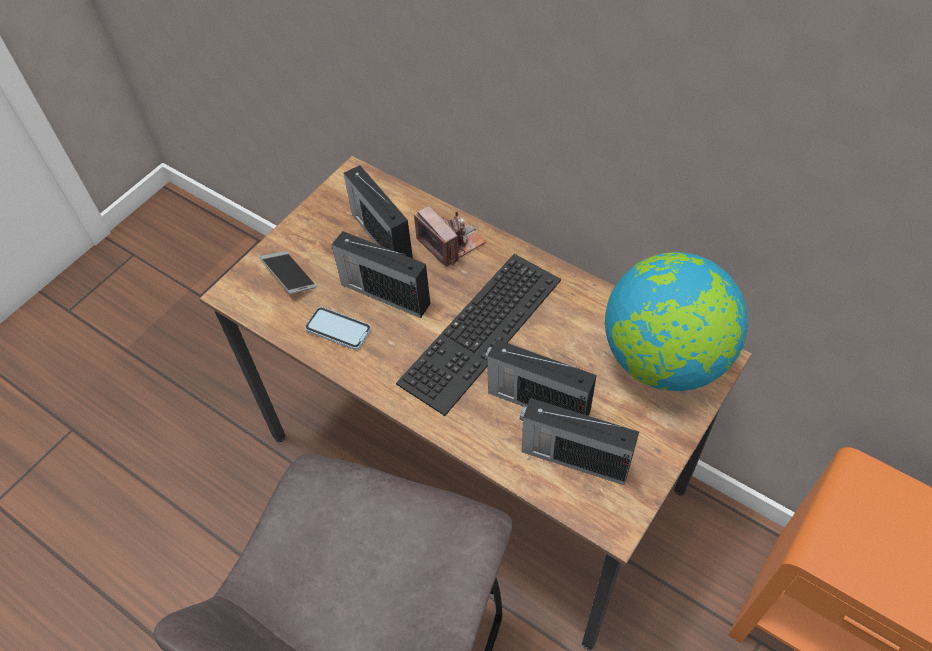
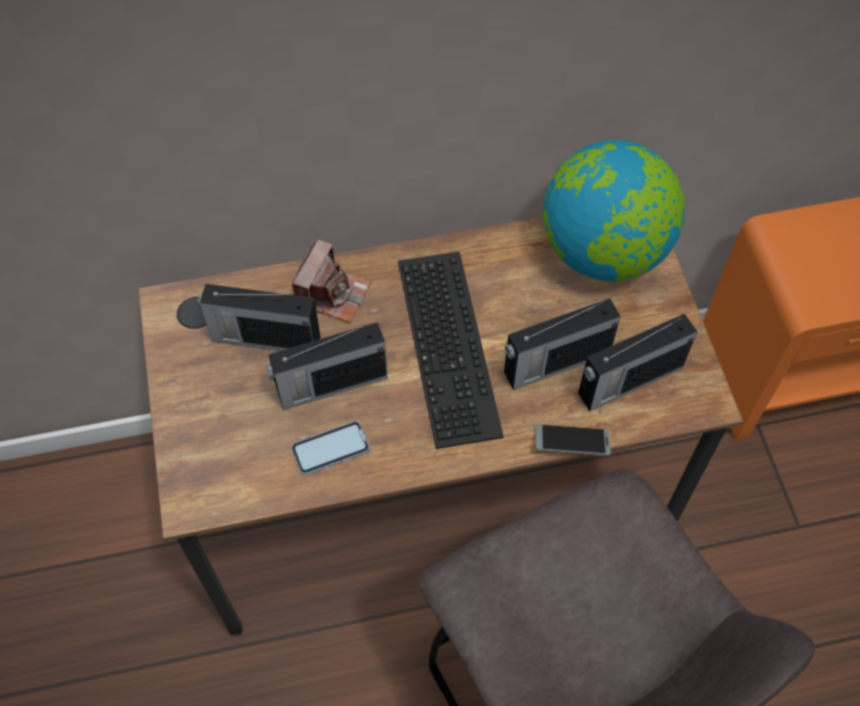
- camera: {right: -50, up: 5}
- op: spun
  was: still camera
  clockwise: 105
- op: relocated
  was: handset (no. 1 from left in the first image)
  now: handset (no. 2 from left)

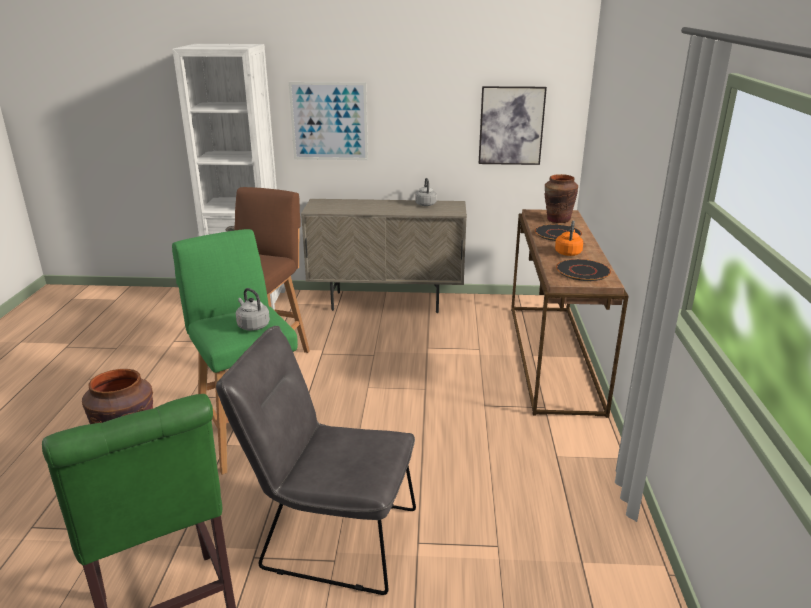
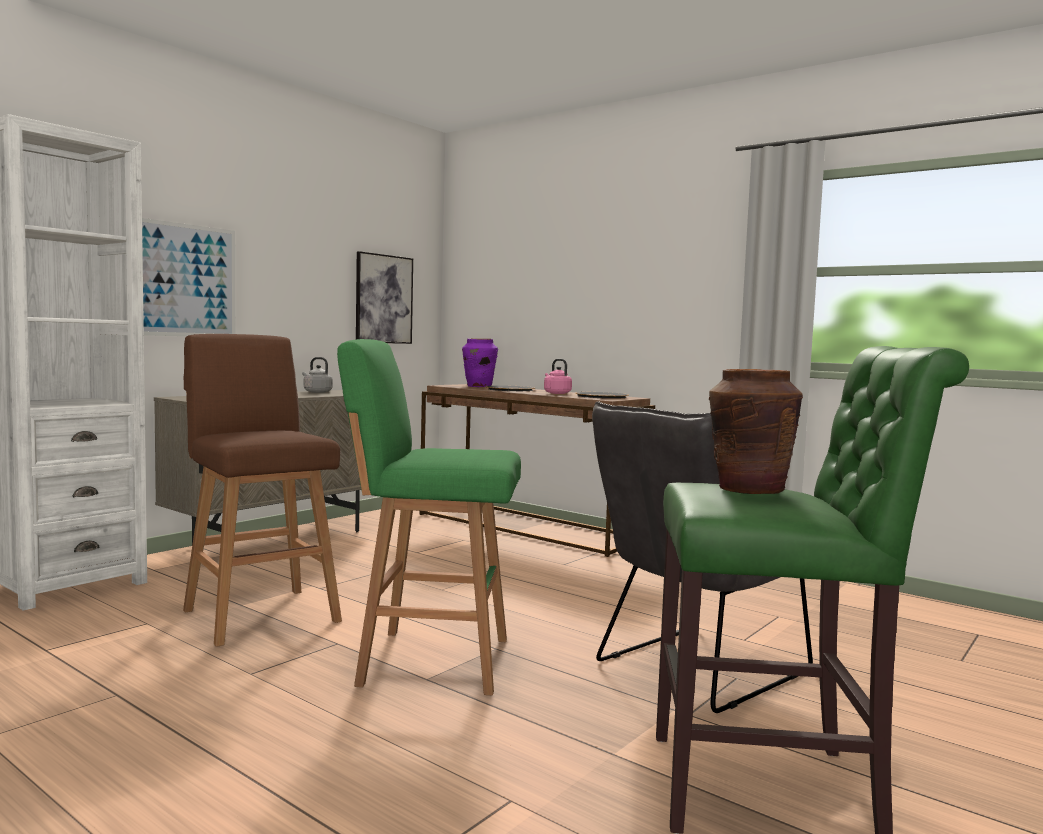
- camera: {right: -55, up: -20}
- op: colour
  was: flower vase in brown (no. 2 from left)
  now: flower vase in purple
- op: colour
  was: kettle in orangey
  now: kettle in pink
- op: missing
  was: kettle in greyish (no. 1 from left)

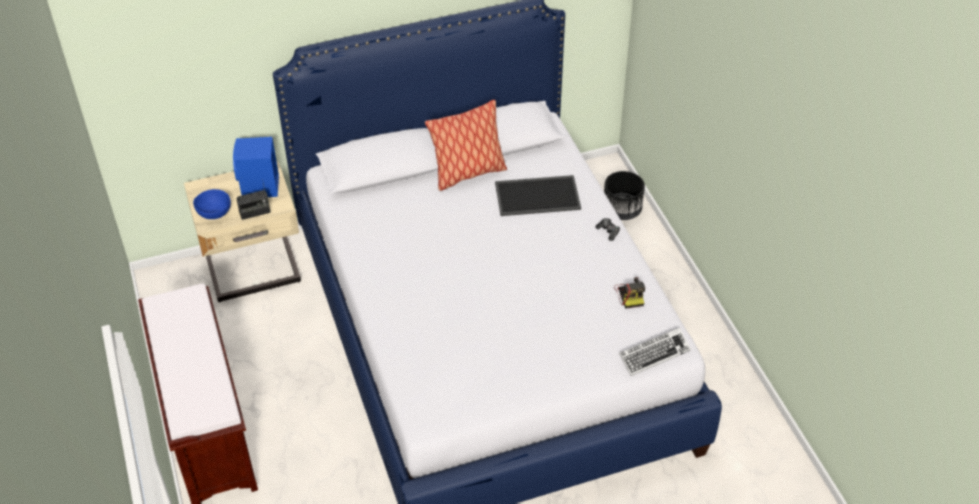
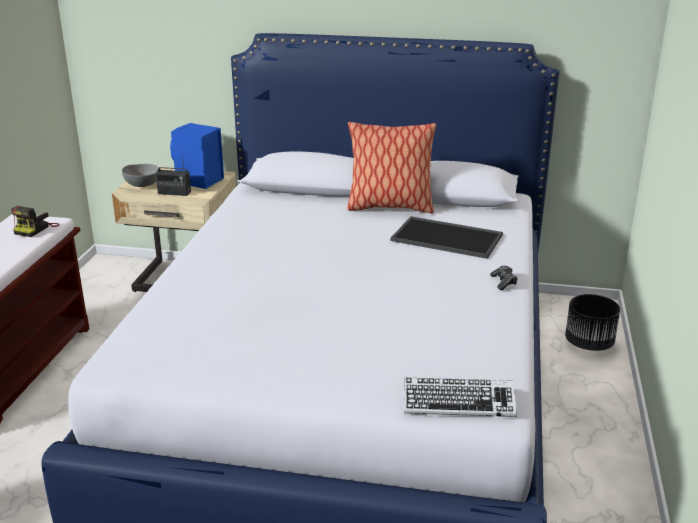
- camera: {right: 30, up: -20}
- op: colour
  was: deep dish in bluish
  now: deep dish in greyish
- op: relocated
  was: still camera

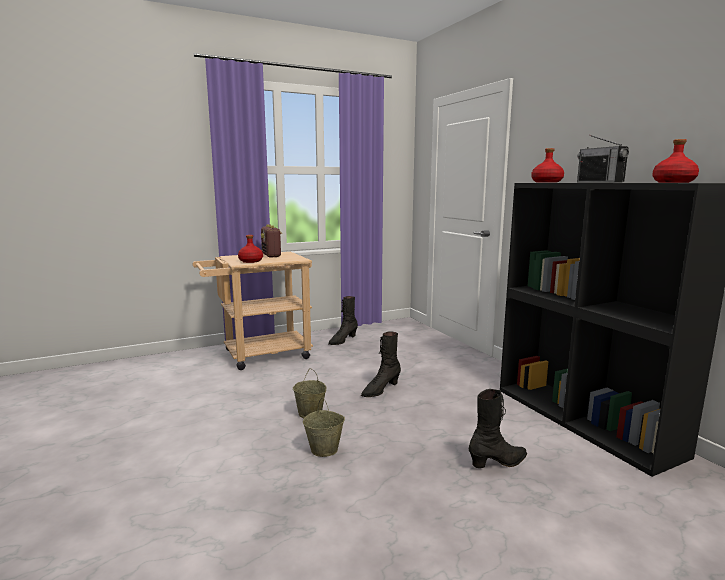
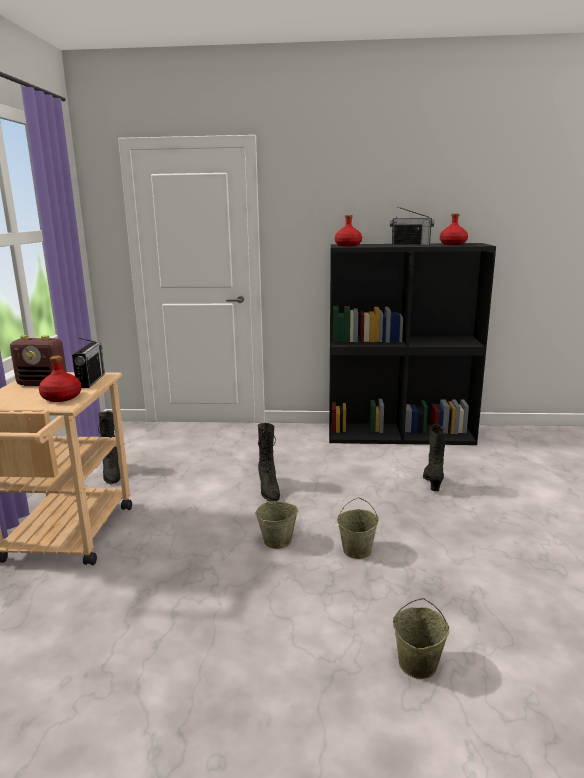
- camera: {right: -60, up: 5}
- op: appeared
  now: radio receiver (no. 2 from left)
- op: appeared
  now: pail in beige-coloured (no. 3 from left)

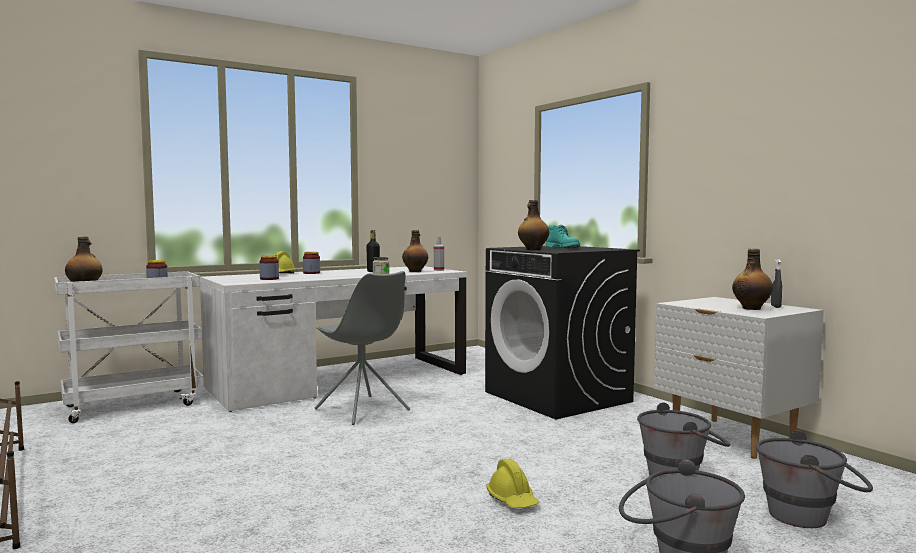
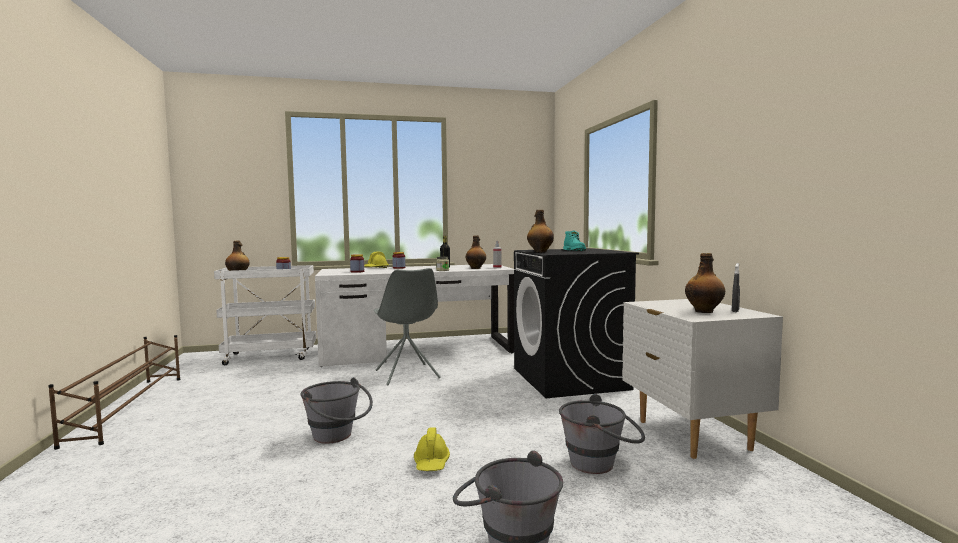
- camera: {right: 20, up: 0}
- op: relocated
  was: pail in greyish (no. 3 from left in the first image)
  now: pail in greyish (no. 1 from left)

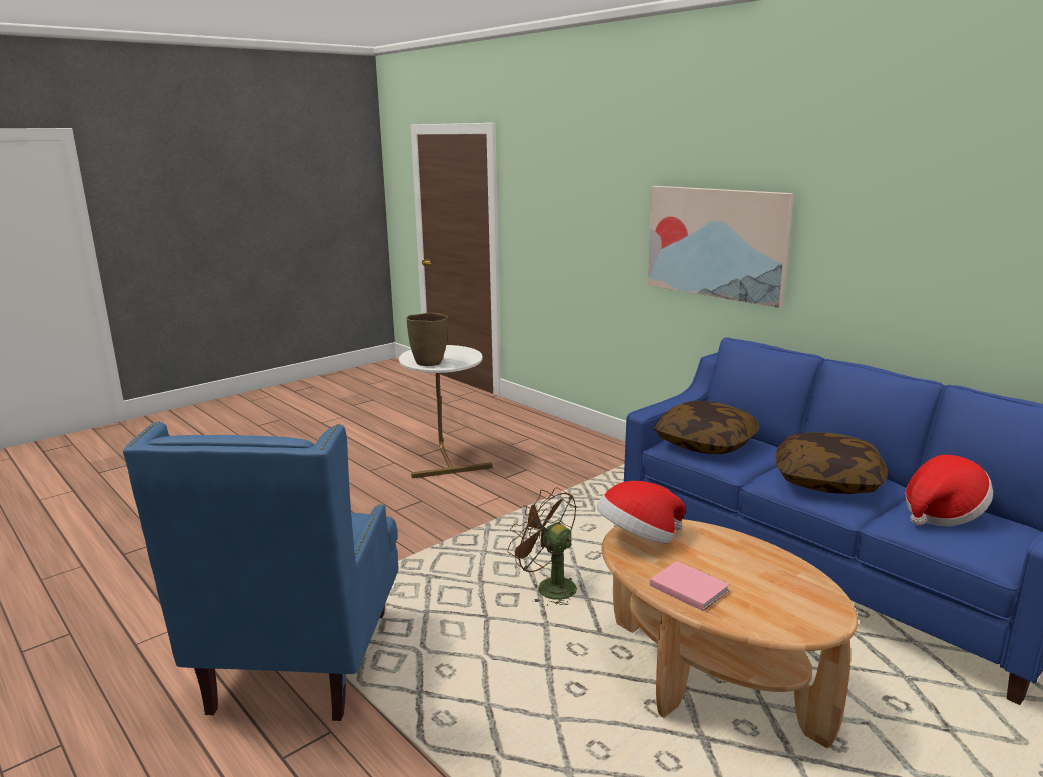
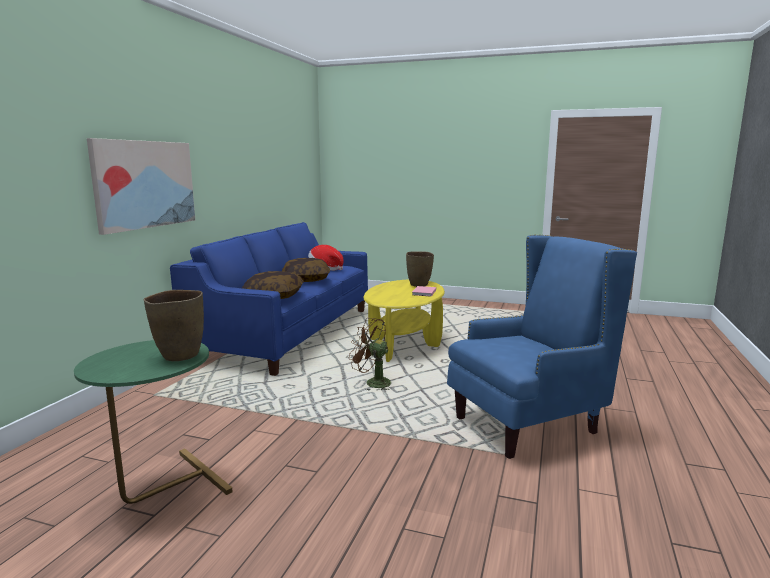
- camera: {right: -120, up: -5}
- op: colour
  was: accent table in white
  now: accent table in green-coloured
- op: missing
  was: hat (no. 1 from left)
- op: spun
  was: fan in brown
  clockwise: 105
- op: colour
  was: coffee table in brown
  now: coffee table in yellowish
- op: appeared
  now: flower vase in brown (no. 2 from left)

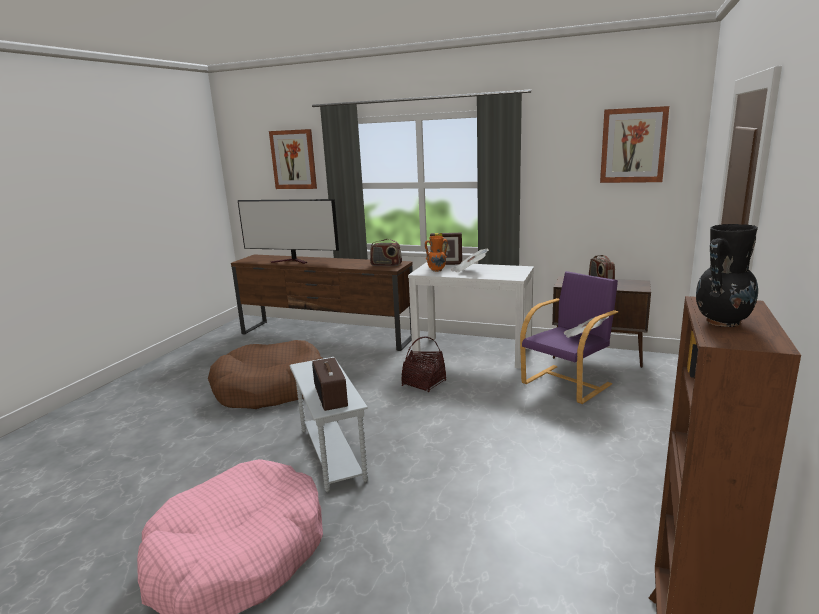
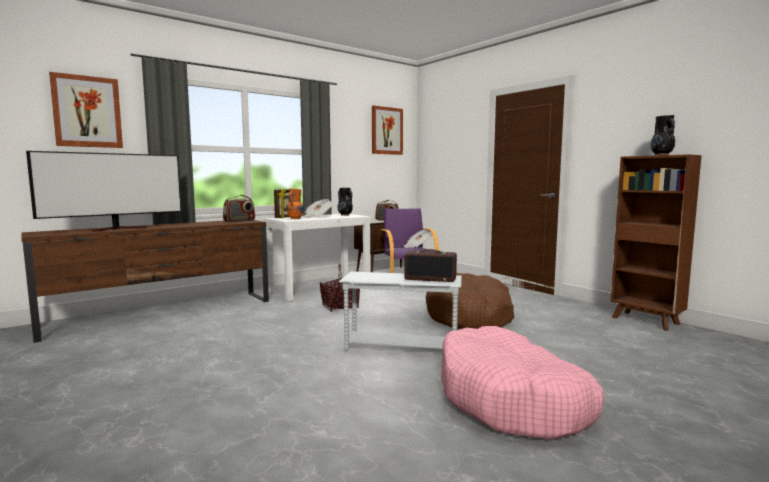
- camera: {right: -60, up: -10}
- op: relocated
  was: pet bed in brown
- op: appeared
  now: flower vase in black (no. 1 from left)

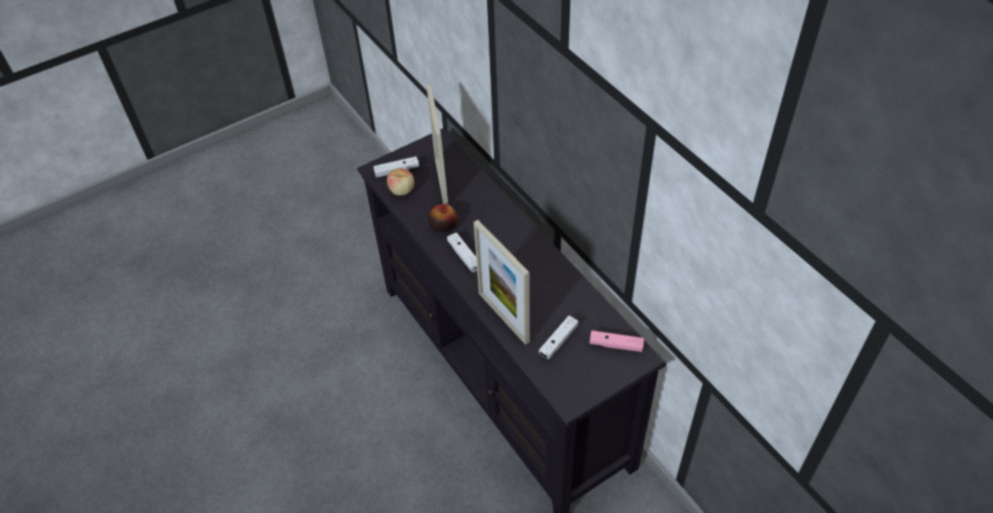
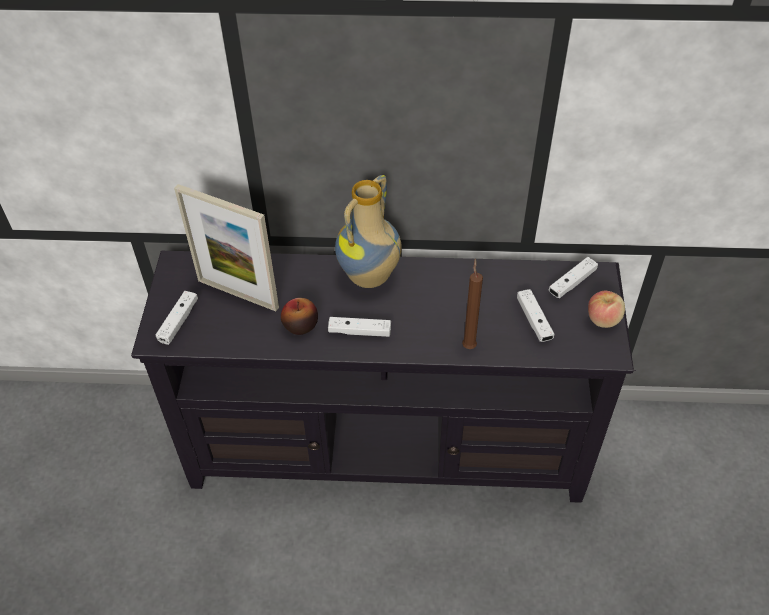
- camera: {right: -55, up: 0}
- op: relocated
  was: apple (no. 1 from left in the first image)
  now: apple (no. 2 from left)
- op: exchanged
  was: picture frame (no. 2 from left)
  now: wax light in brown
- op: colour
  was: joypad in pink
  now: joypad in white (no. 4 from left)
- op: appeared
  now: flower vase

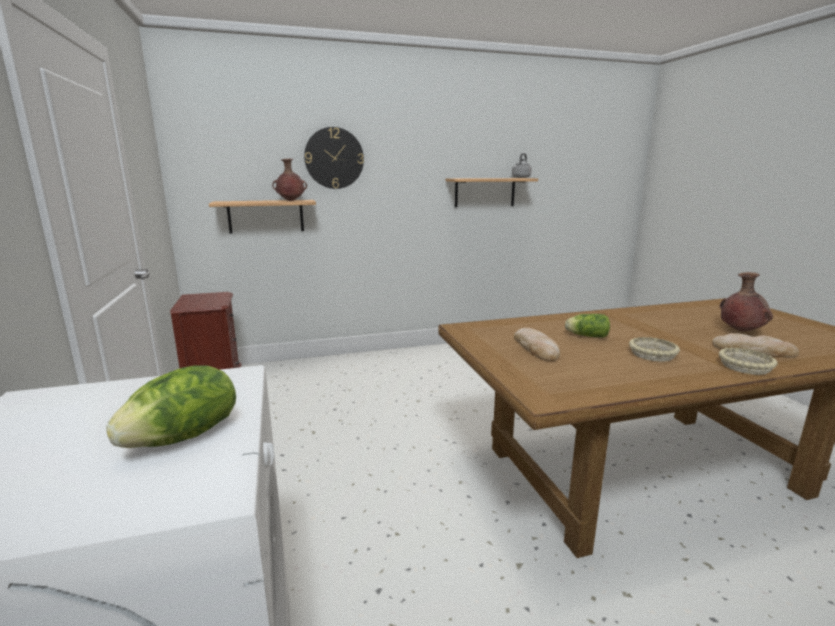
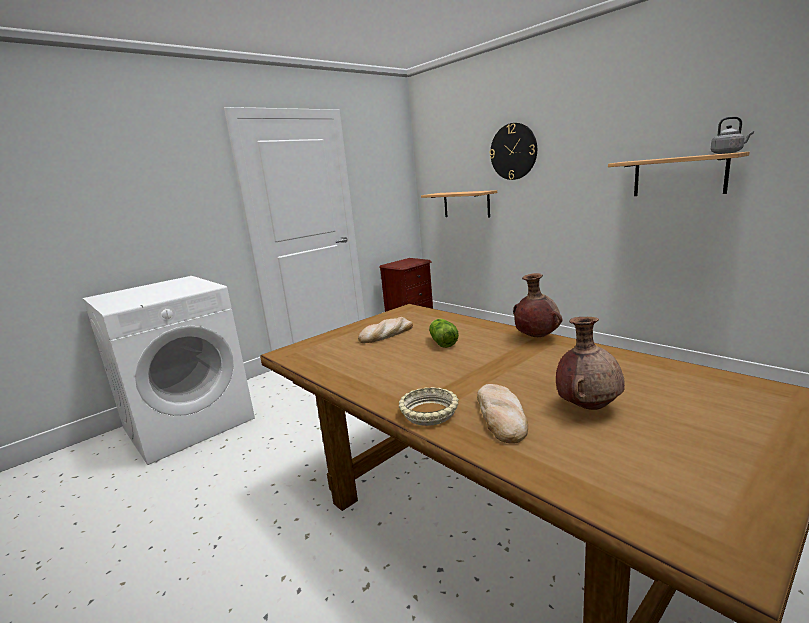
- camera: {right: 65, up: 0}
- op: relocated
  was: flower vase in brown (no. 1 from left)
- op: missing
  was: deep dish in beige-coloured (no. 1 from left)
- op: missing
  was: lettuce (no. 1 from left)

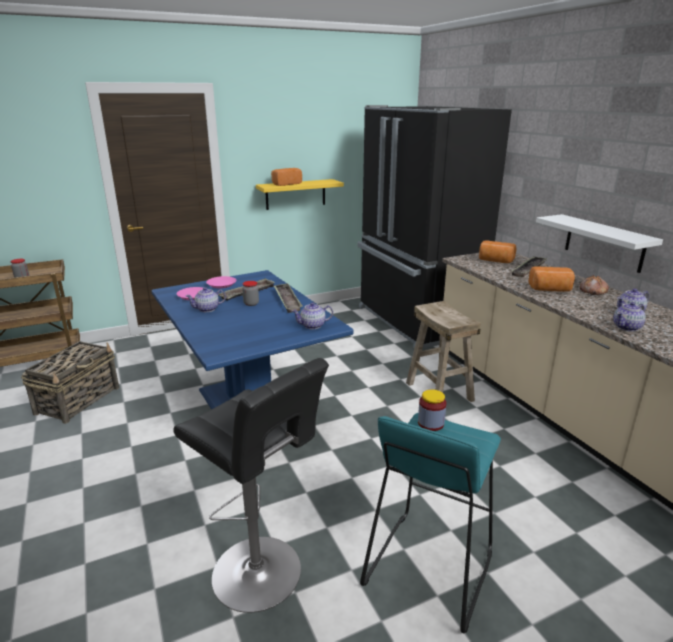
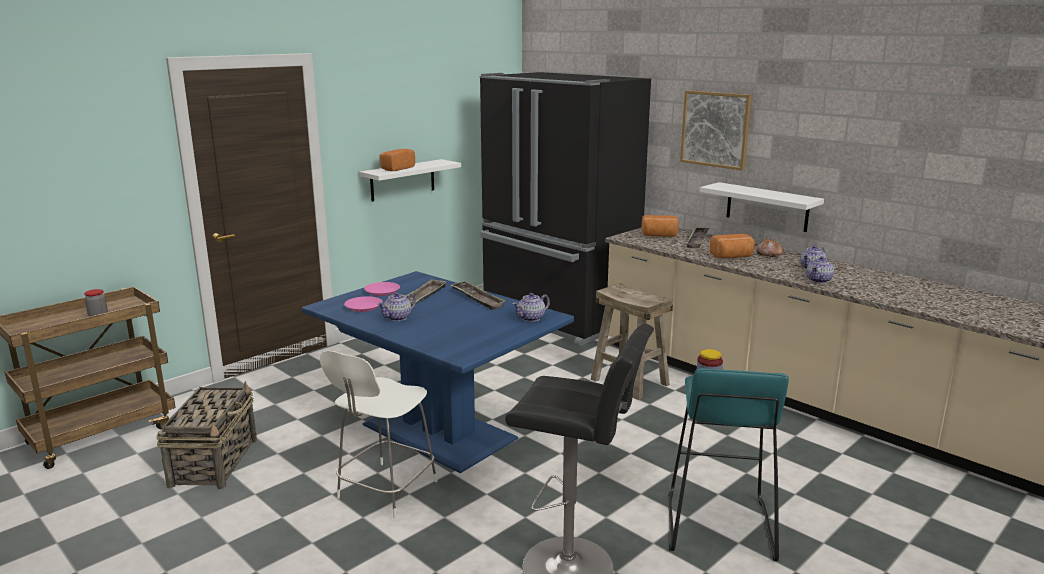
- camera: {right: -20, up: -5}
- op: colour
  was: wall shelf in yellowish
  now: wall shelf in white (no. 1 from left)
- op: missing
  was: jar (no. 2 from left)
- op: appeared
  now: wall art
- op: appeared
  now: upright chair in white

